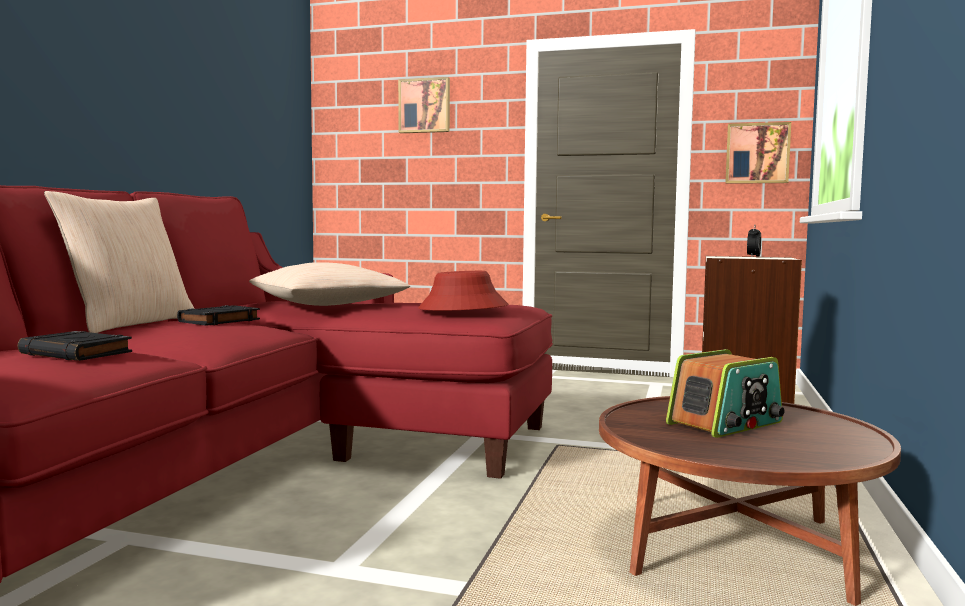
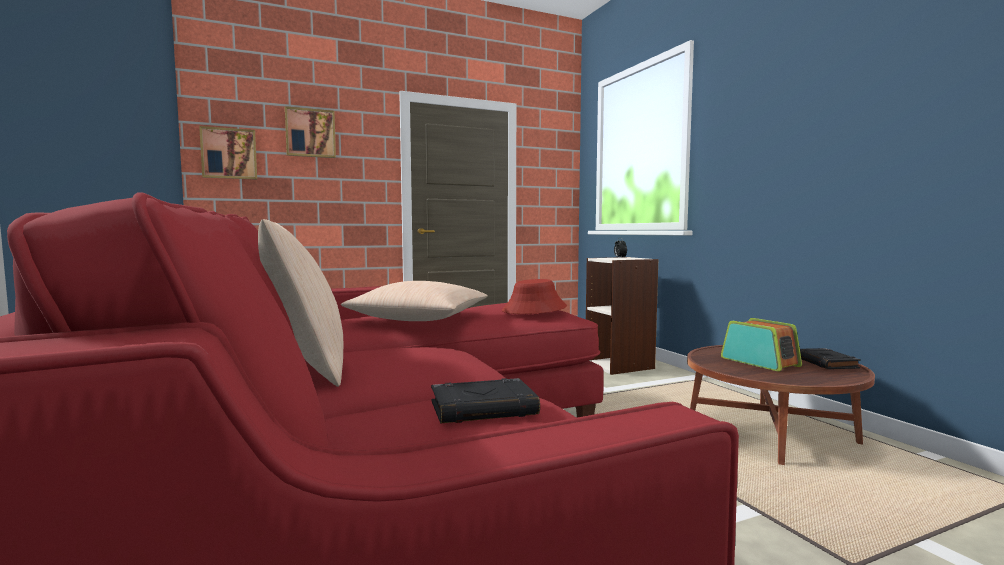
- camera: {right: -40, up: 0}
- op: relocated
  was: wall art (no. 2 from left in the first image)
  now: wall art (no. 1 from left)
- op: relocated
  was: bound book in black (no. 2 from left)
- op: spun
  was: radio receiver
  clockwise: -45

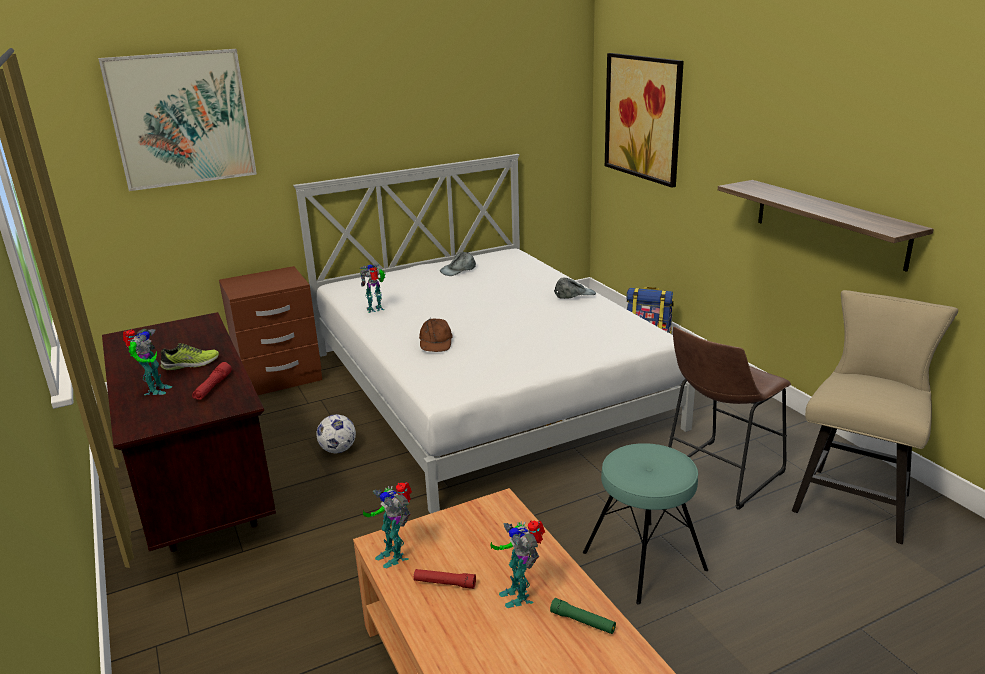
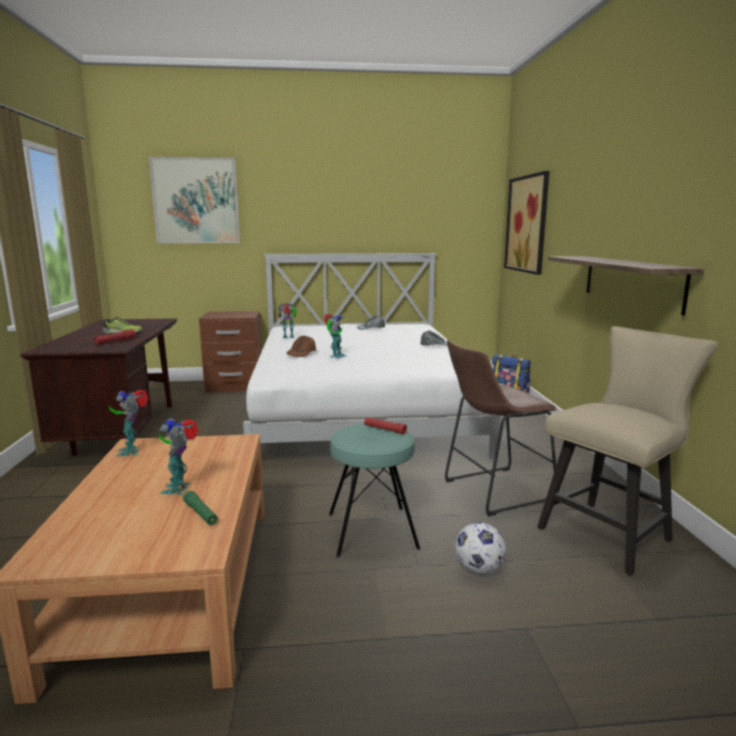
- camera: {right: 20, up: -10}
- op: relocated
  was: robot figure (no. 1 from left in the first image)
  now: robot figure (no. 4 from left)
- op: relocated
  was: ball for football
- op: relocated
  was: hand torch in reddish (no. 2 from left)

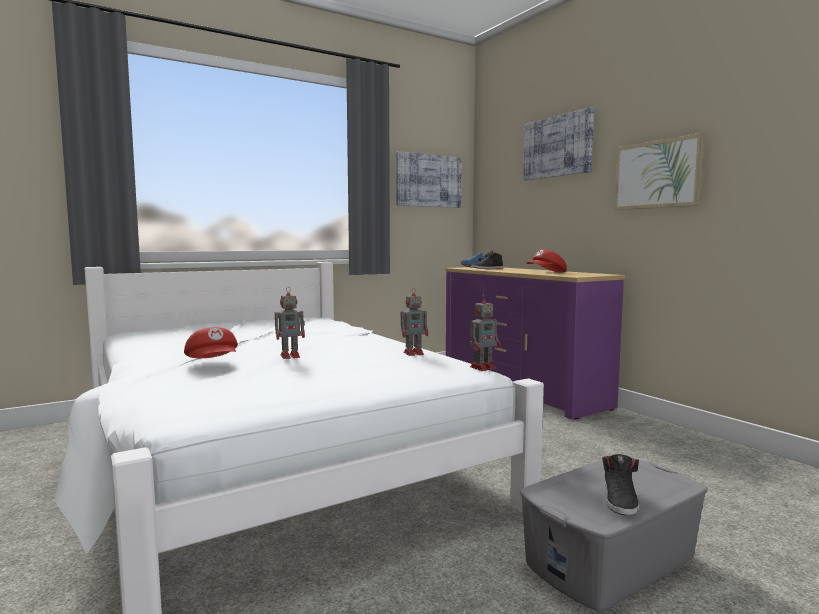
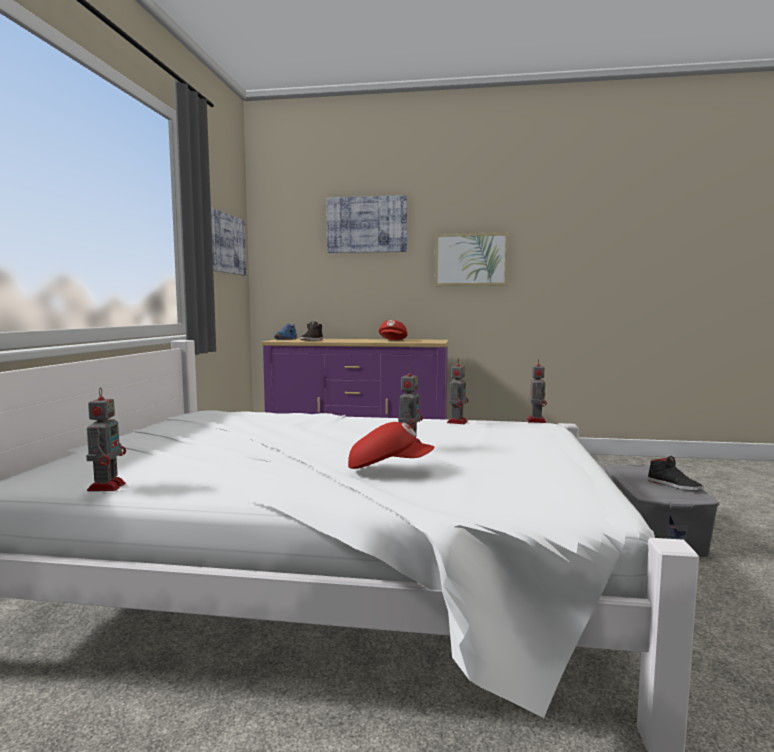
- camera: {right: -50, up: 0}
- op: appeared
  now: robot figure (no. 1 from left)

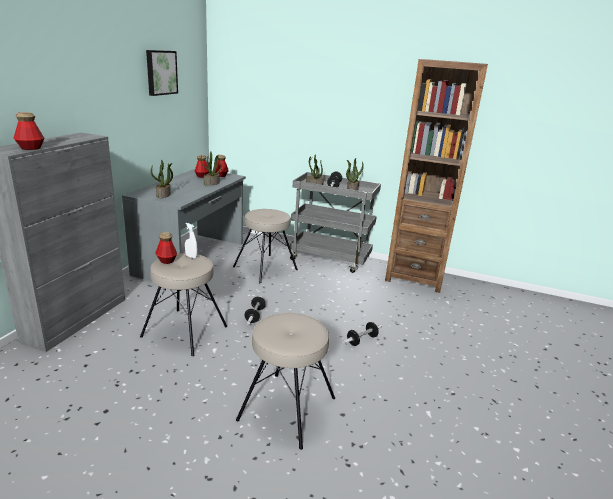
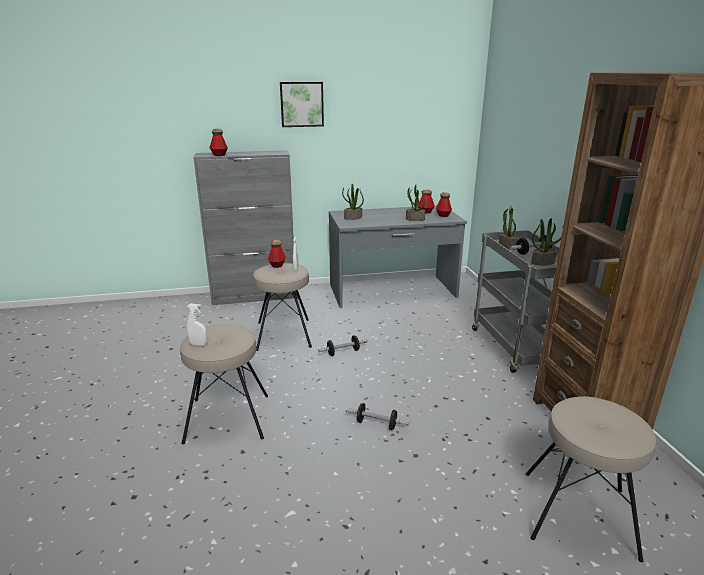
- camera: {right: 60, up: 0}
- op: relocated
  was: wall art
- op: relocated
  was: sitting stool in beige-coloured (no. 2 from left in the first image)
  now: sitting stool in beige-coloured (no. 3 from left)
- op: appeared
  now: sprayer in white (no. 1 from left)

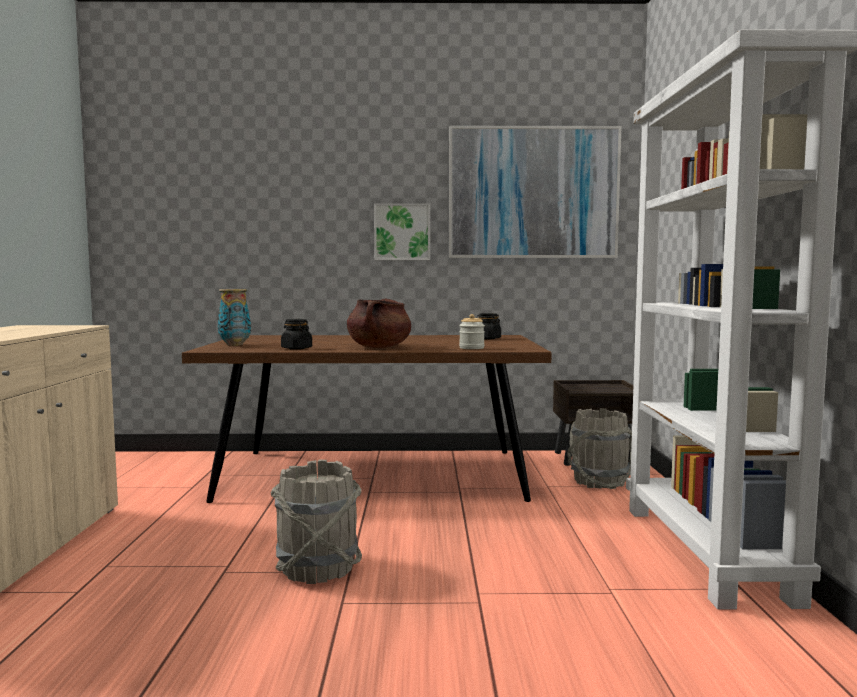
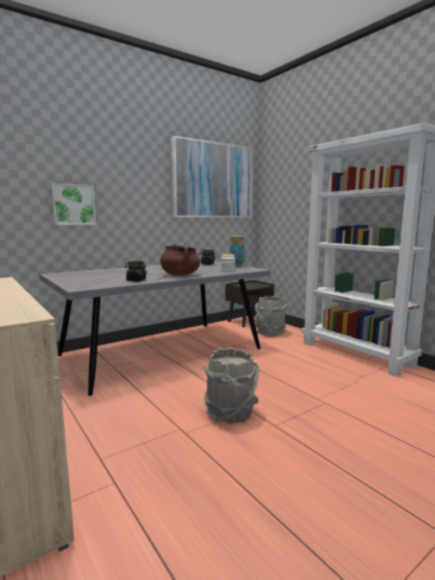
- camera: {right: -35, up: 5}
- op: relocated
  was: wall art (no. 1 from left)
- op: relocated
  was: flower vase
- op: colour
  was: kitchen table in brown
  now: kitchen table in greyish

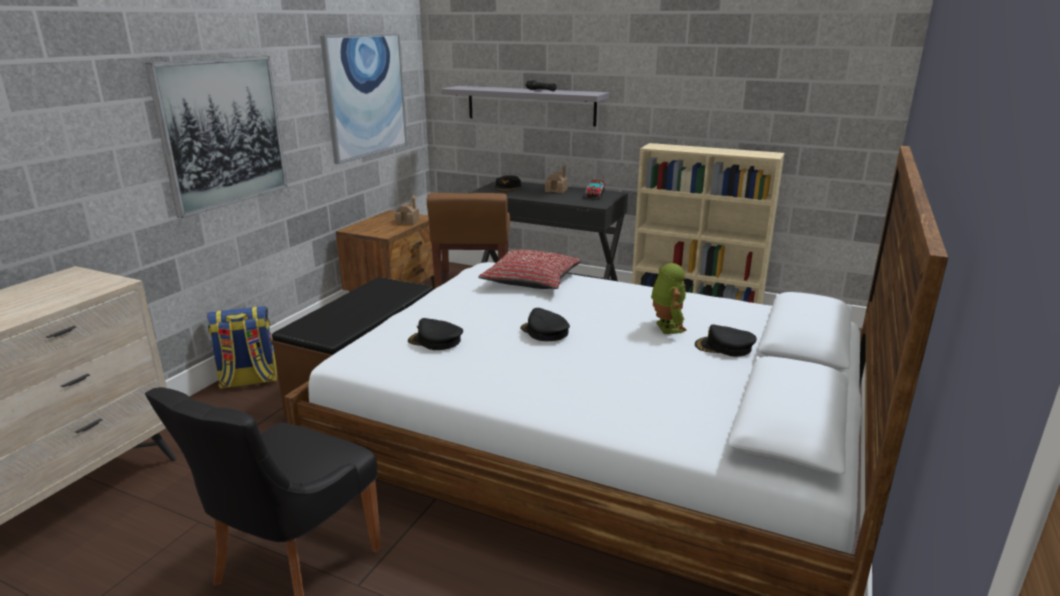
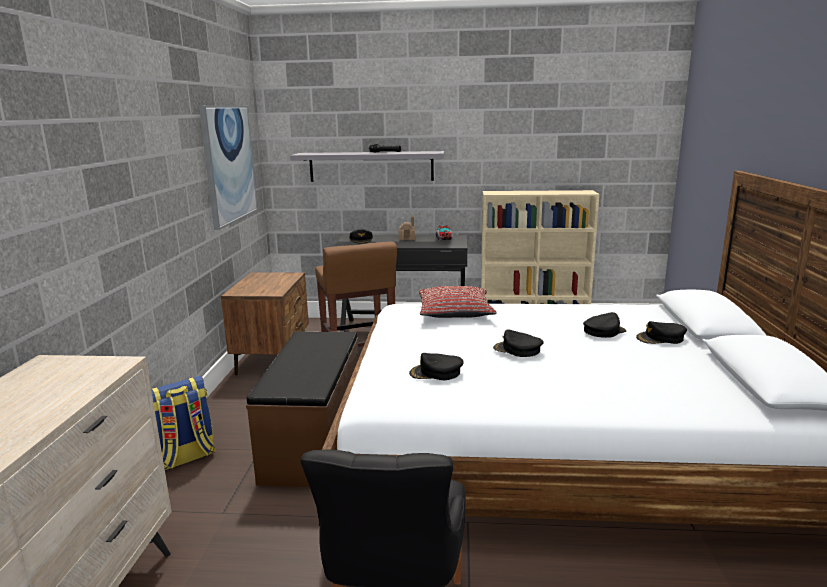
- camera: {right: -20, up: -5}
- op: missing
  was: wall art (no. 1 from left)
- op: missing
  was: miniature house (no. 1 from left)
- op: exchanged
  was: robot figure
  now: peaked cap in black (no. 4 from left)

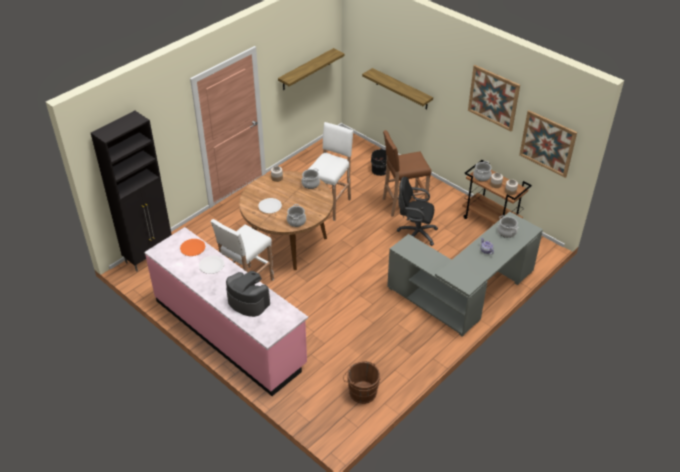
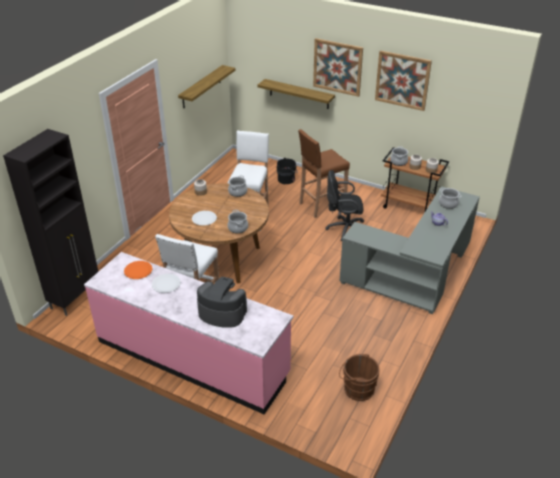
- camera: {right: -15, up: -5}
- op: relocated
  was: wall art (no. 2 from left in the first image)
  now: wall art (no. 1 from left)

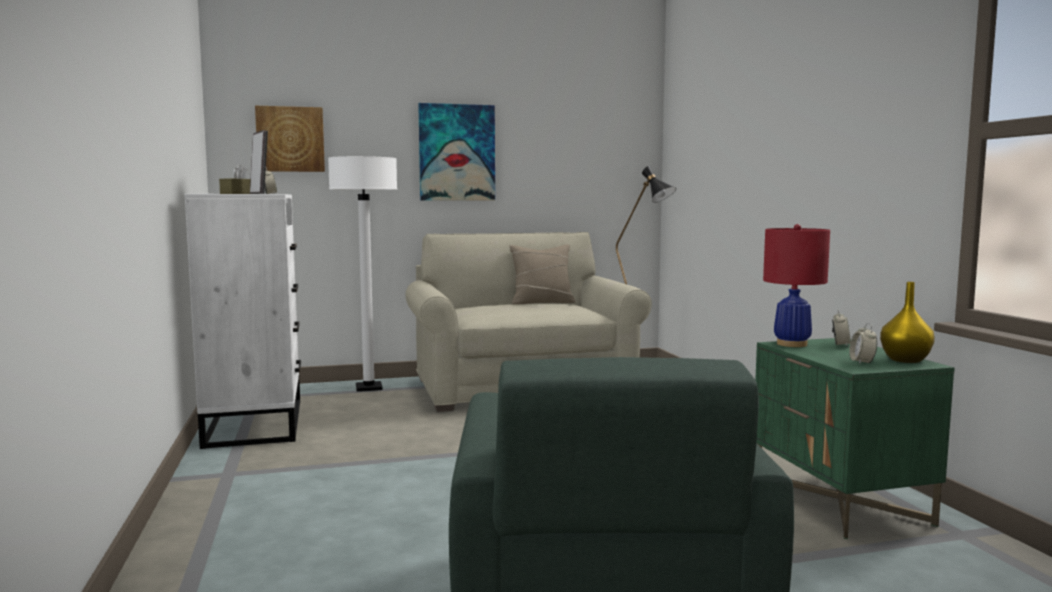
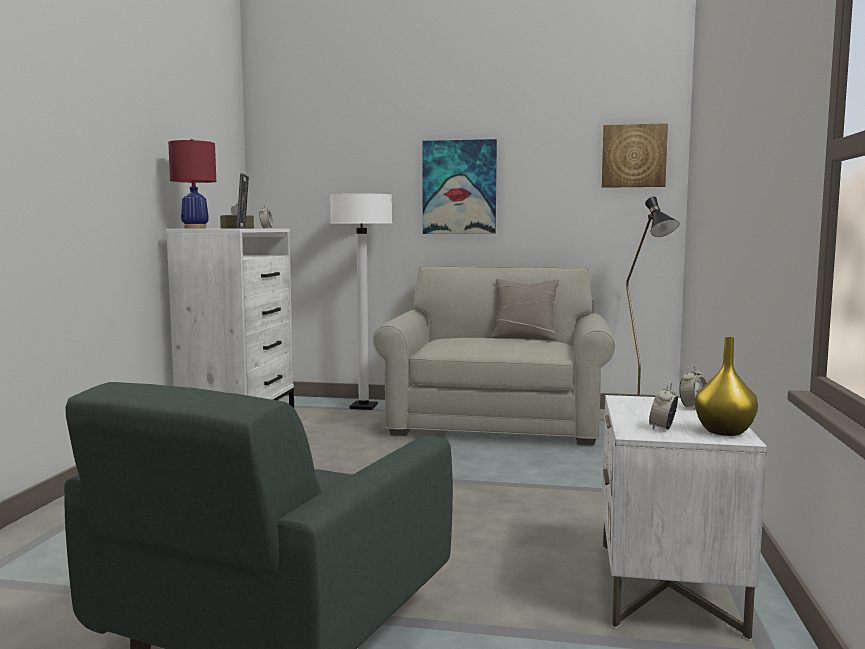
- camera: {right: 25, up: 0}
- op: relocated
  was: wall art (no. 1 from left in the first image)
  now: wall art (no. 2 from left)
- op: relocated
  was: table lamp in reddish
- op: colour
  was: night table in green-coloured
  now: night table in white

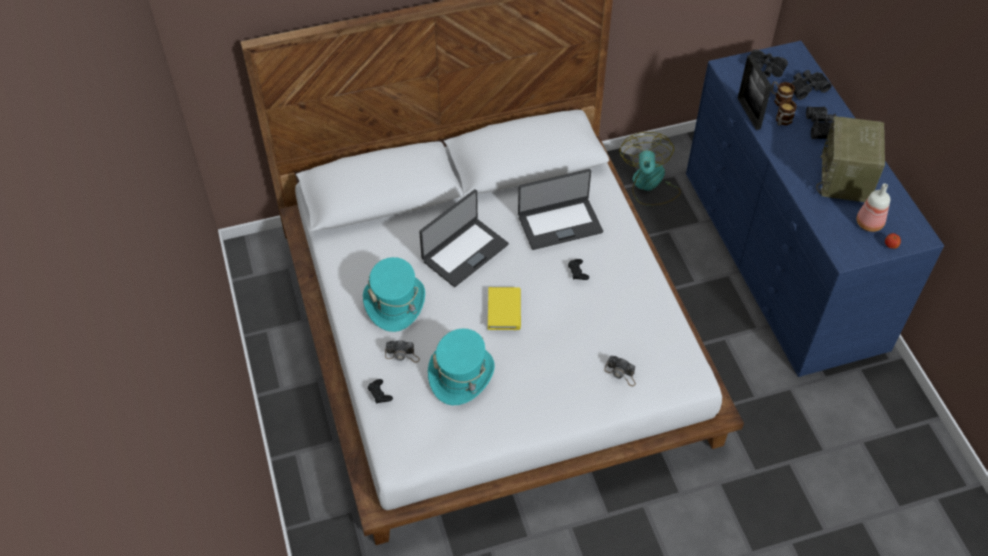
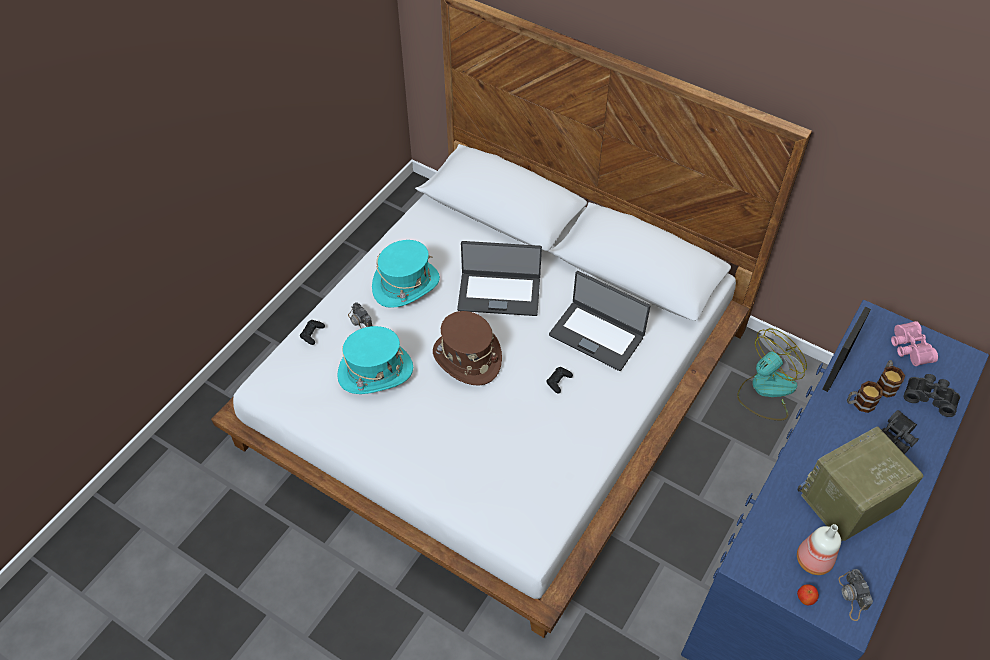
- camera: {right: 50, up: 0}
- op: colour
  was: pair of binoculars in black (no. 1 from left)
  now: pair of binoculars in pink
- op: exchanged
  was: bound book in yellowish
  now: hat in brown
- op: relocated
  was: still camera (no. 2 from left)

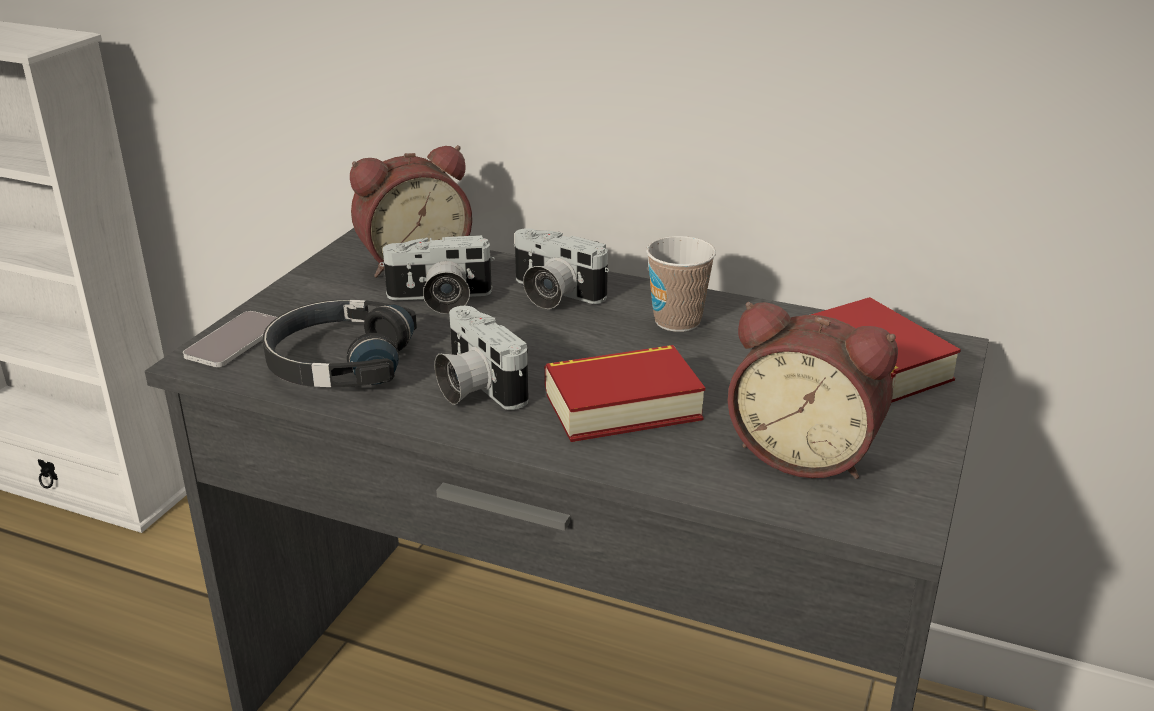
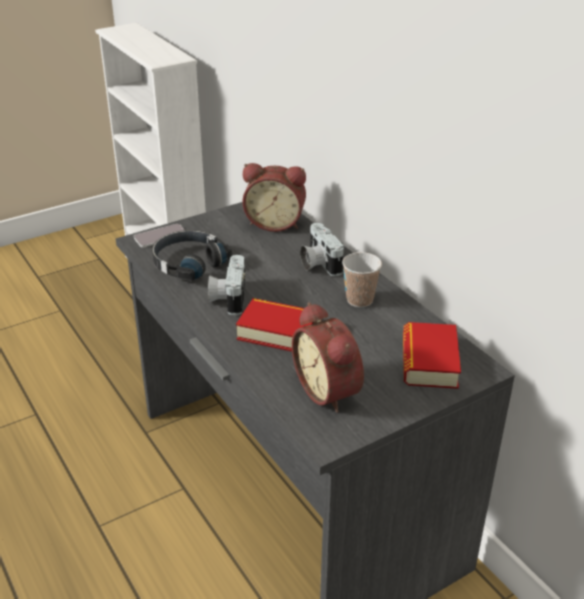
- camera: {right: 35, up: 5}
- op: missing
  was: still camera (no. 1 from left)

